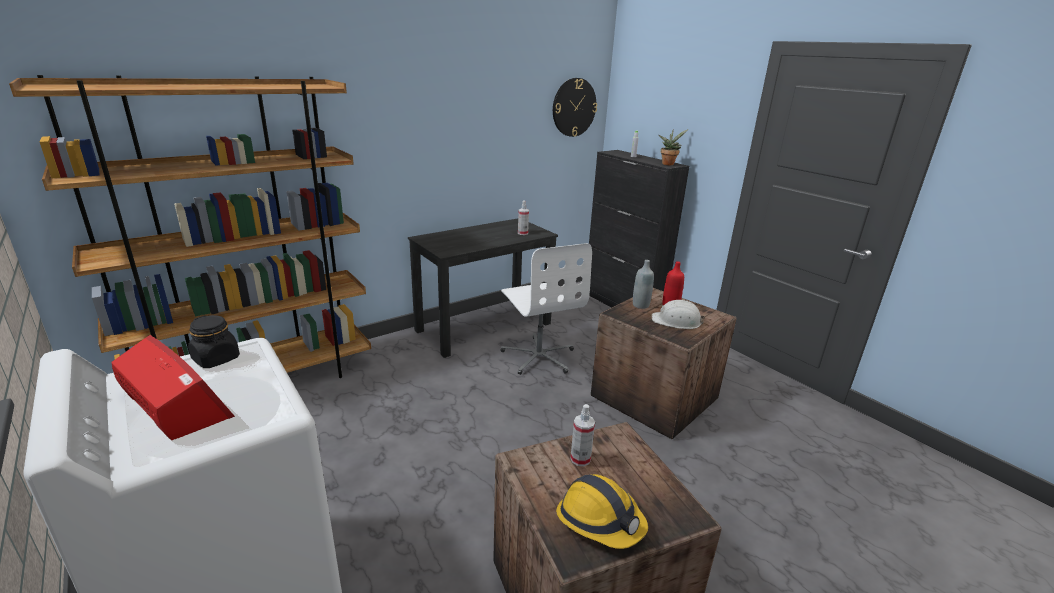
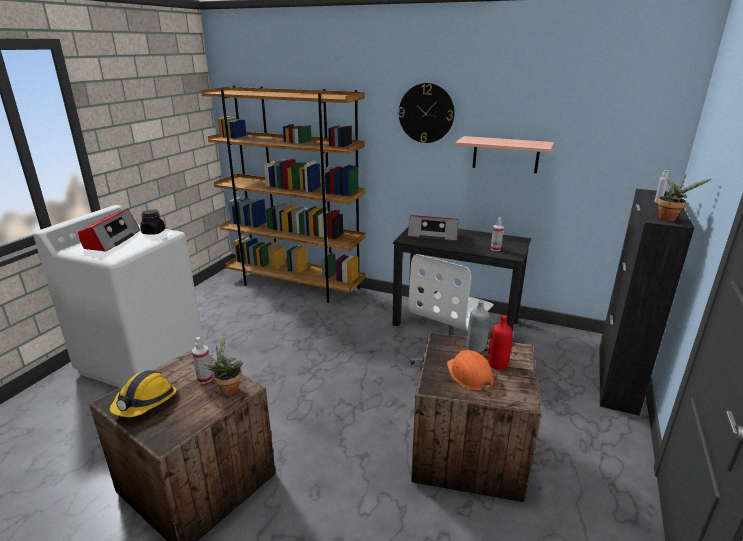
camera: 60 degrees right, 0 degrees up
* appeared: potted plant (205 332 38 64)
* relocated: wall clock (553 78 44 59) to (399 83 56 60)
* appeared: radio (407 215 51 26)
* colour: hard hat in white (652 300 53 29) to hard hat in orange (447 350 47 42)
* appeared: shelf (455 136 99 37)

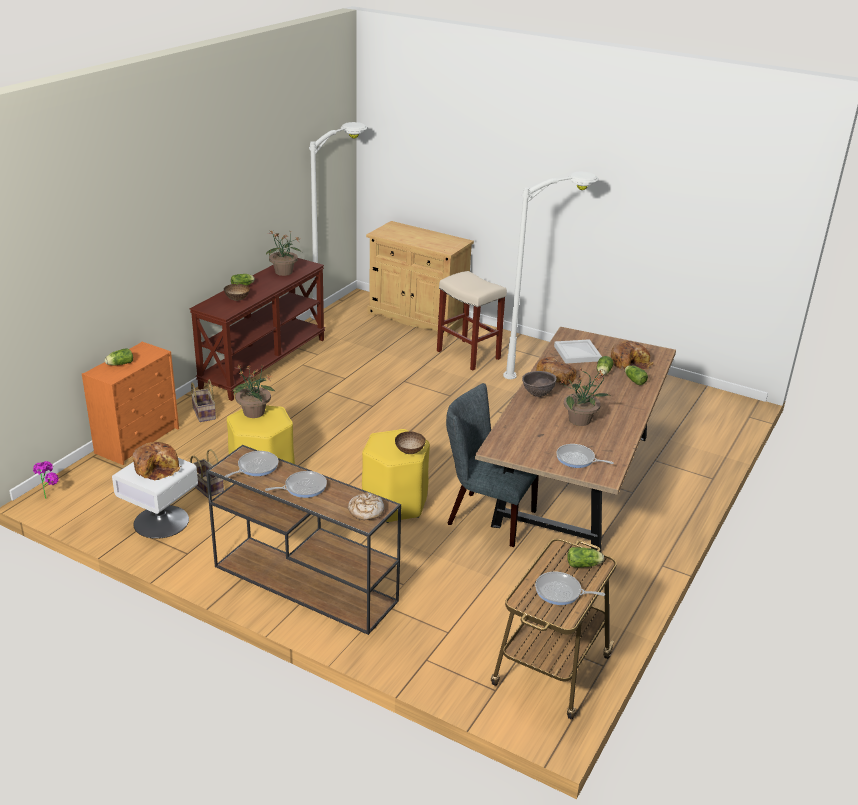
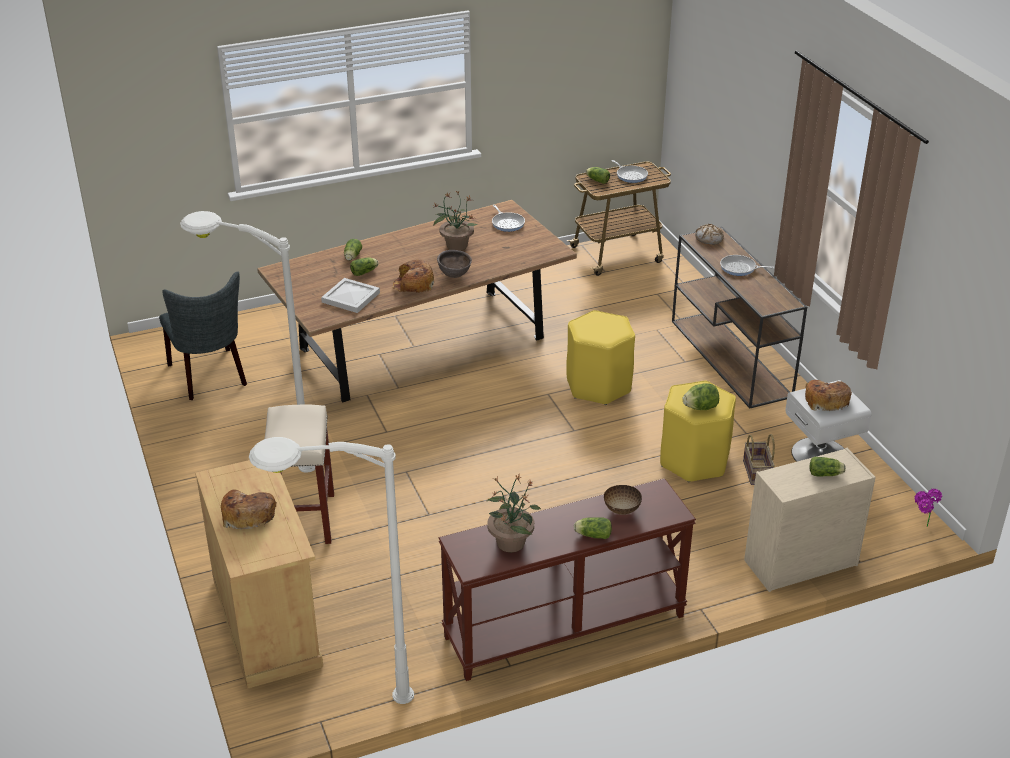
camera: 140 degrees left, 5 degrees up
* relocated: chair in grey (446 383 93 164) to (159 271 88 129)
* relocated: bread (611 341 43 29) to (221 489 56 41)
* exchanged: potted plant (233 365 43 53) to lettuce (683 383 36 27)
* colour: dresser in orange (82 342 97 123) to dresser in beige (744 448 132 144)
* missing: basket (191 380 25 42)
* missing: frying pan (225 451 53 27)
* missing: bowl (395 431 31 23)

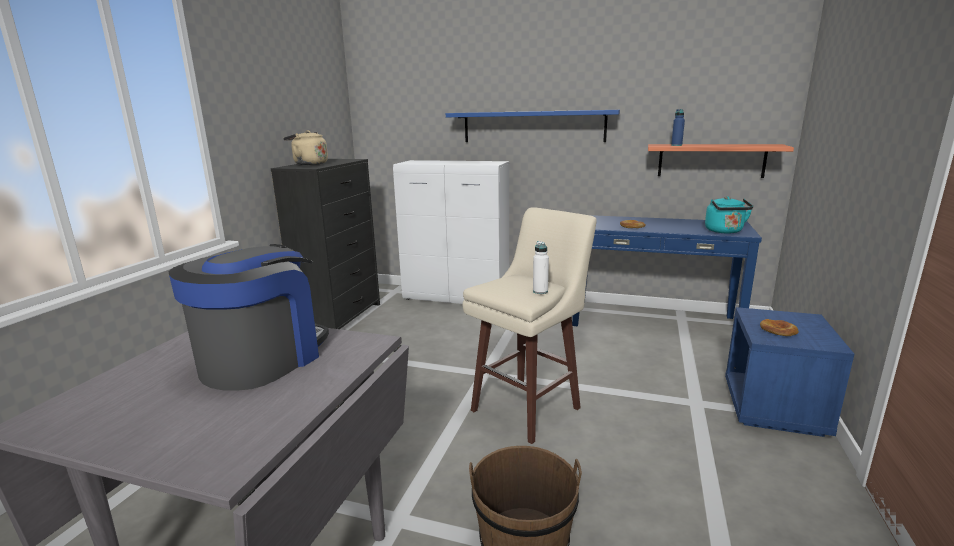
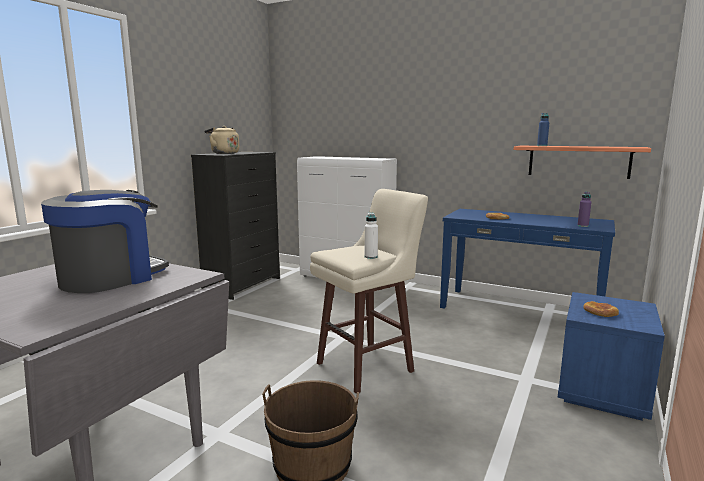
camera: 10 degrees right, 5 degrees down
* exchanged: kettle in turquoise (705 196 48 38) to bottle in purple (577 192 14 35)
* missing: shelf in blue (446 110 174 32)

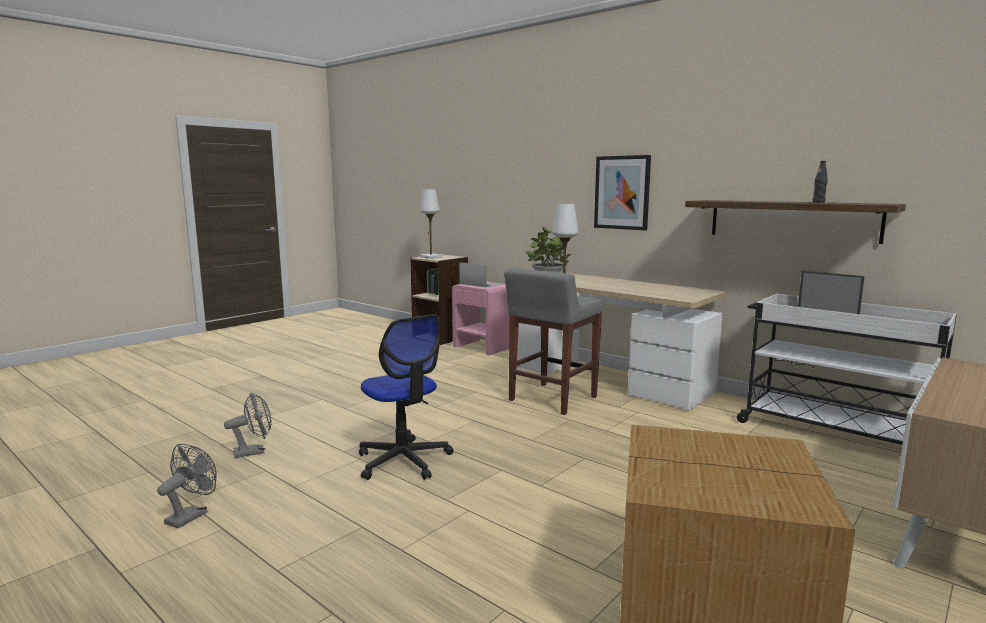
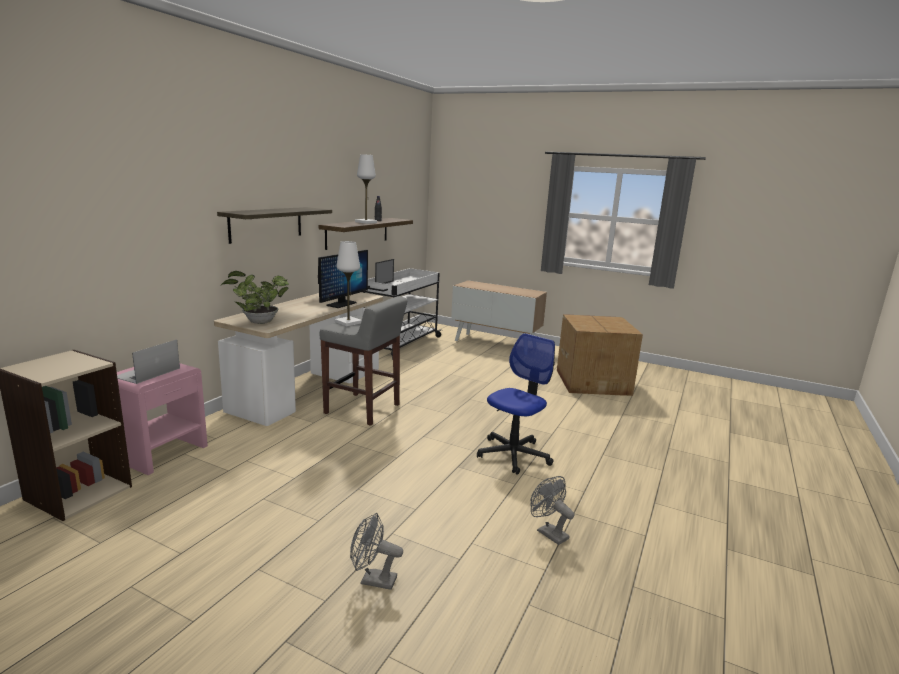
camera: 105 degrees left, 5 degrees up
* exchanged: picture (594 155 57 75) to shelf (217 207 115 37)
* appeared: monitor (318 250 50 58)
* relocated: fan in grey (157 444 60 84) to (350 513 53 77)
* relocated: table lamp in white (420 190 22 69) to (355 154 22 70)

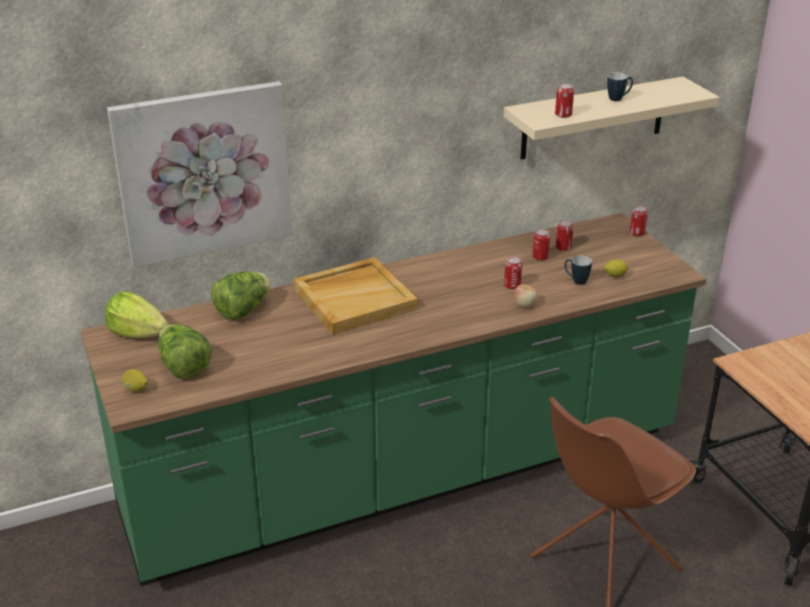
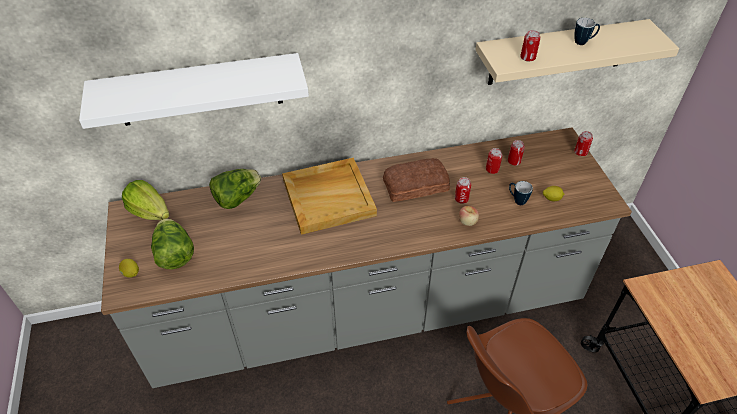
camera: 10 degrees right, 15 degrees up
* exchanged: picture (107 81 185 186) to shelf in white (79 53 230 76)
* colour: counter in green (80 213 626 373) to counter in grey (101 128 531 260)
* appeared: bread (383 158 67 44)

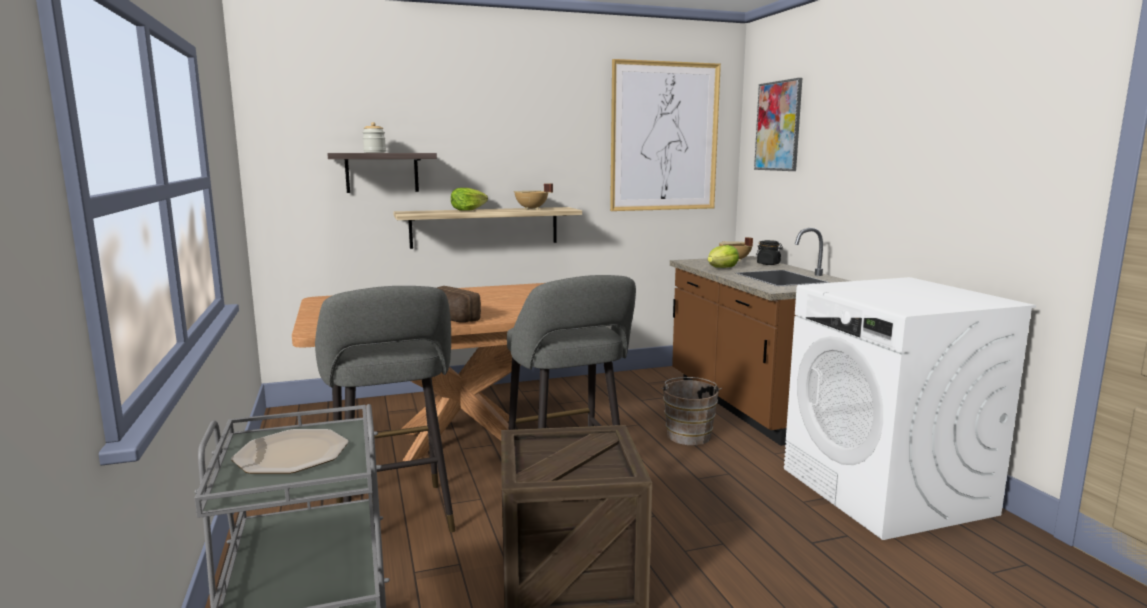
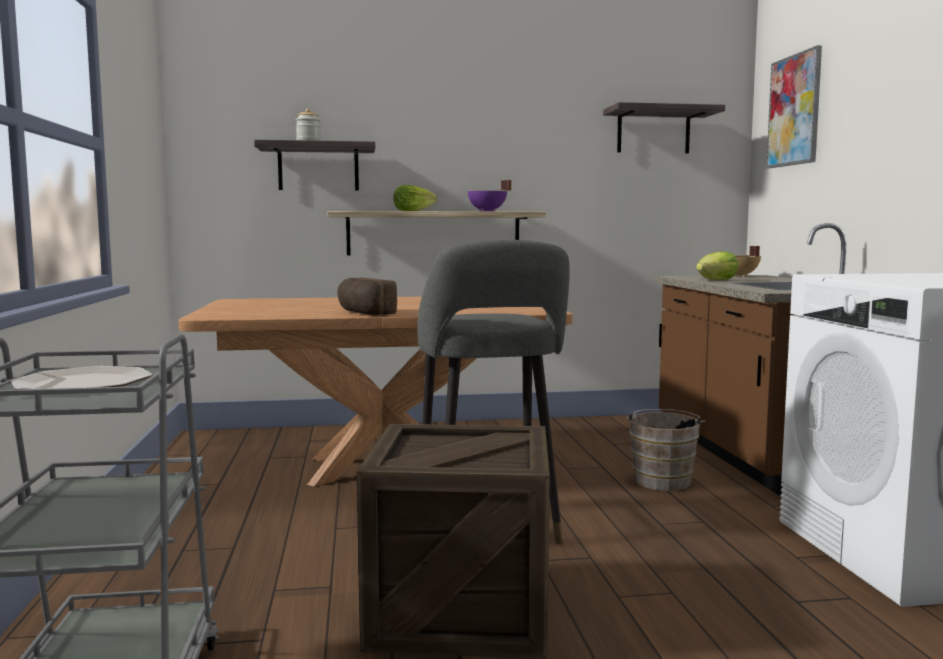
camera: 10 degrees right, 5 degrees down
* colour: cooking pot in beige (514 183 39 27) to cooking pot in purple (467 180 44 32)
* exchanged: picture (610 59 111 152) to shelf (603 102 122 51)
* missing: stool in grey (315 286 140 246)
* missing: jar in black (756 240 27 25)

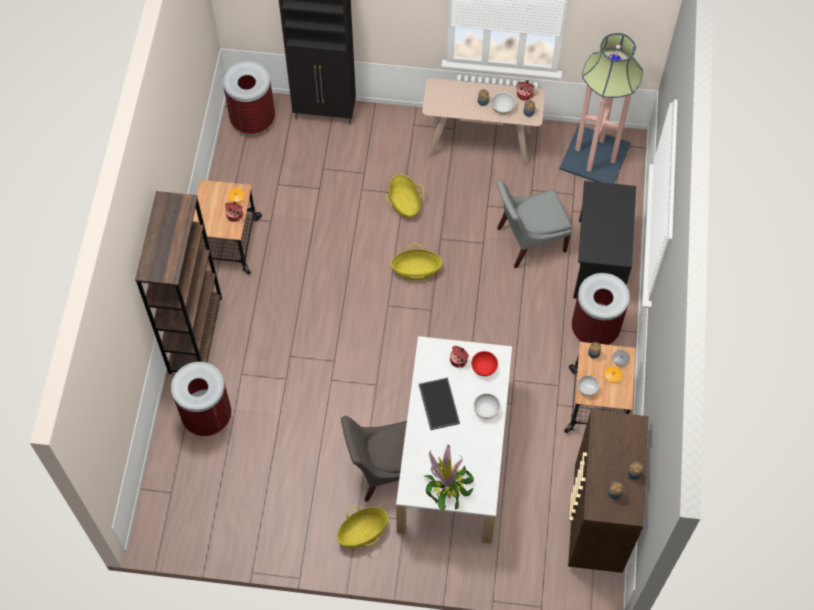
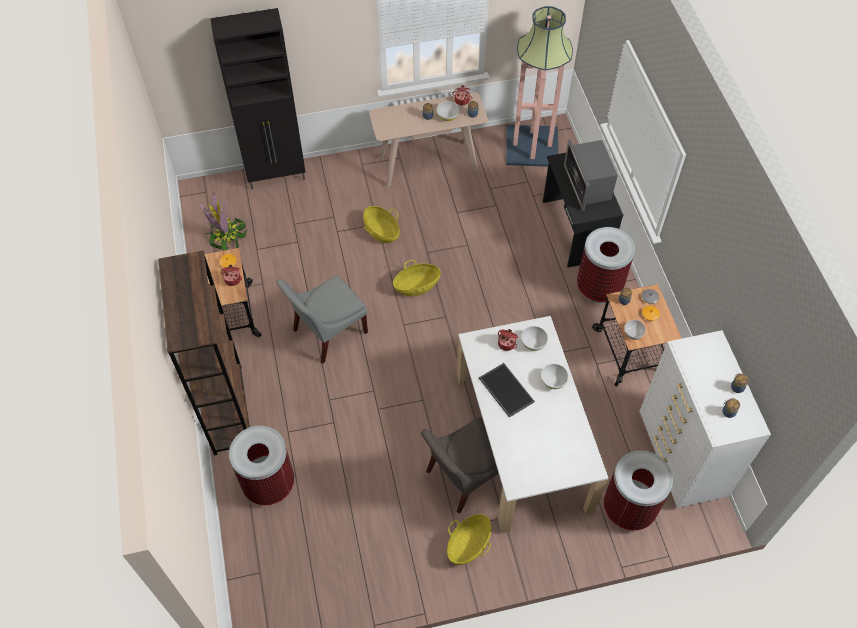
camera: 20 degrees left, 5 degrees down
* relocated: potted plant (425 445 49 66) to (199 193 48 57)
* relocated: chair in grey (497 180 75 88) to (276 275 92 89)
* colour: bowl in red (471 351 27 25) to bowl in white (521 326 27 25)
* appeared: microwave (564 139 54 72)
* relocated: trash can (223 61 52 74) to (604 450 69 81)
* colour: dresser in brown (568 410 80 163) to dresser in white (639 330 132 178)

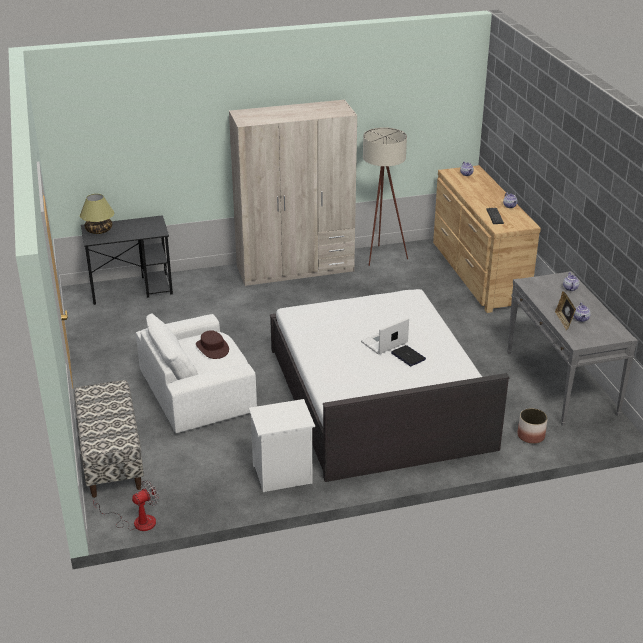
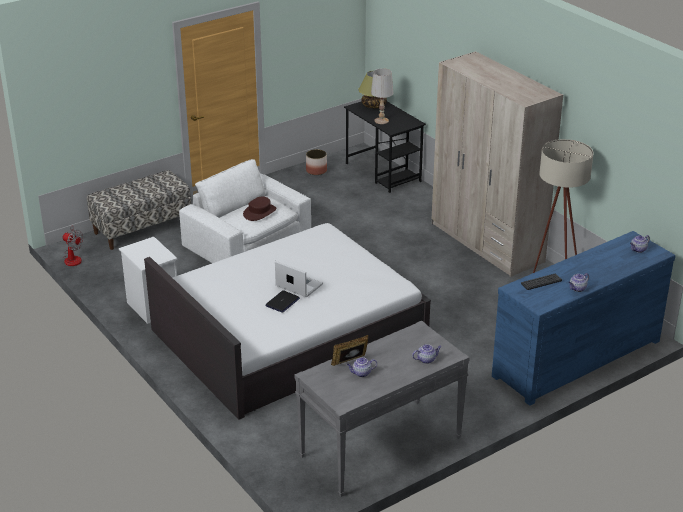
camera: 70 degrees right, 0 degrees up
* relocated: planter (517 408 31 36) to (306 149 21 26)
* appeared: table lamp in white (371 68 22 56)
* colour: dresser in brown (433 165 108 148) to dresser in blue (492 231 183 175)

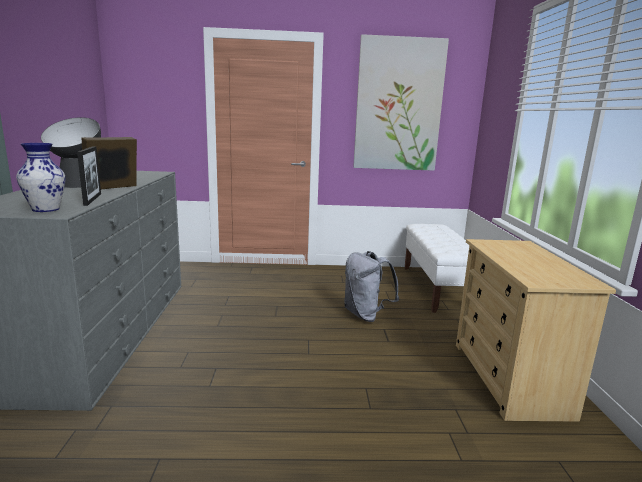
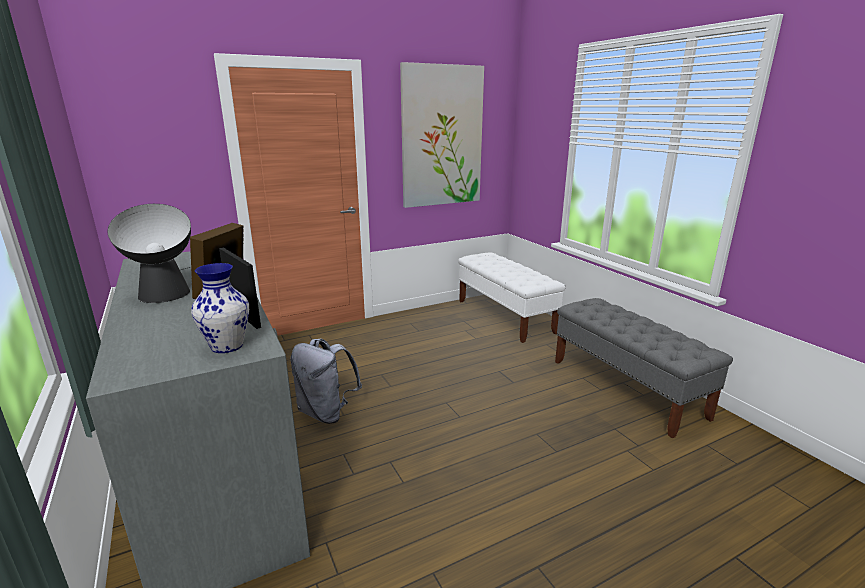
camera: 25 degrees left, 5 degrees up
* relocated: backpack in grey (344 251 55 71) to (291 338 71 86)
* exchanged: dresser in beige (456 239 160 183) to bench in grey (555 298 178 140)

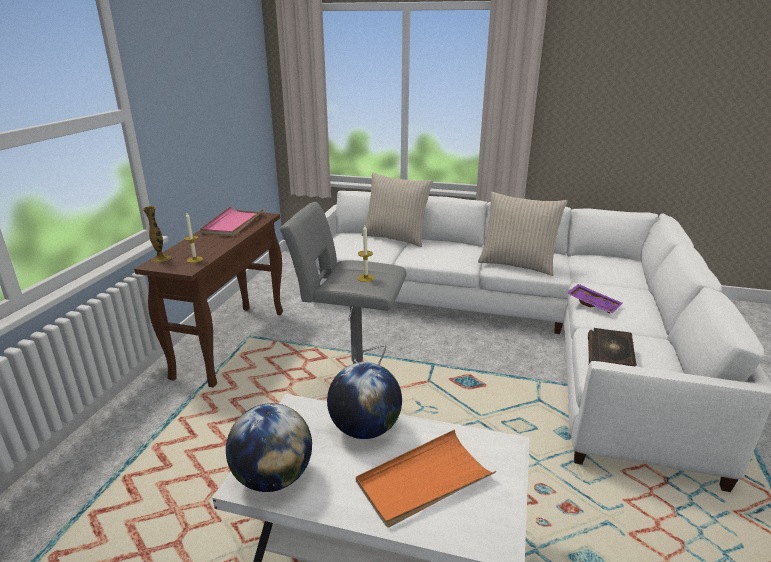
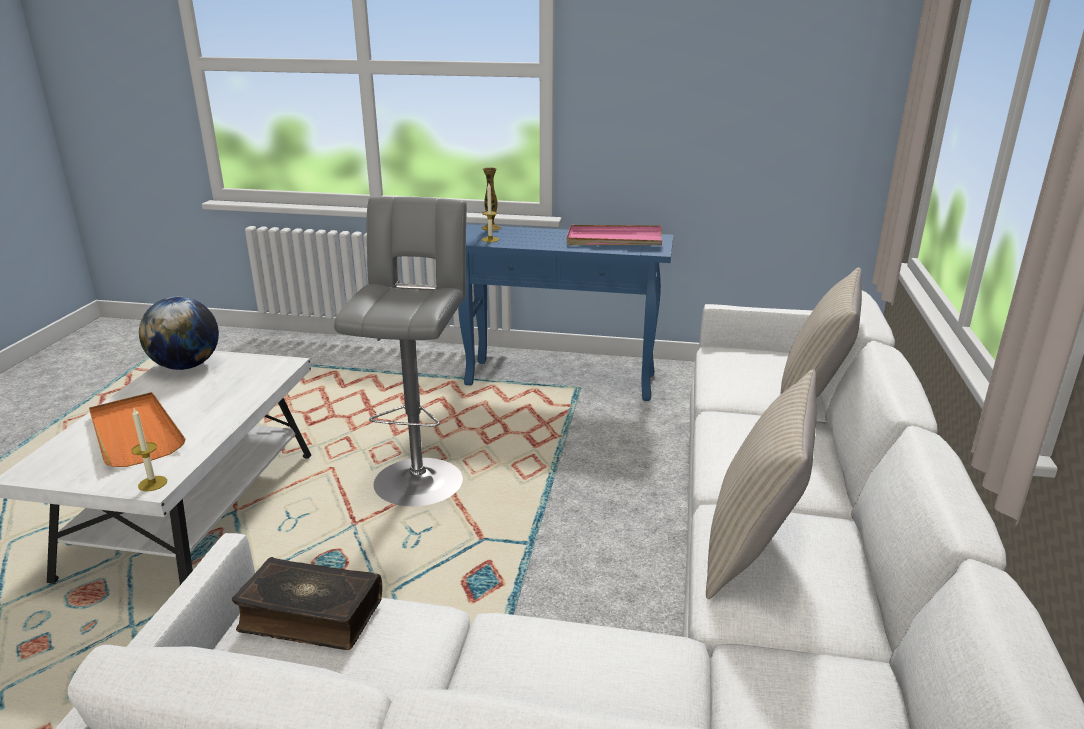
camera: 85 degrees right, 0 degrees up
* relocated: candle (357 226 18 56) to (131 408 36 83)
* colour: console table in brown (134 210 149 178) to console table in blue (458 224 215 177)
* missing: globe (327 362 75 77)
* missing: tray in purple (567 284 56 30)

